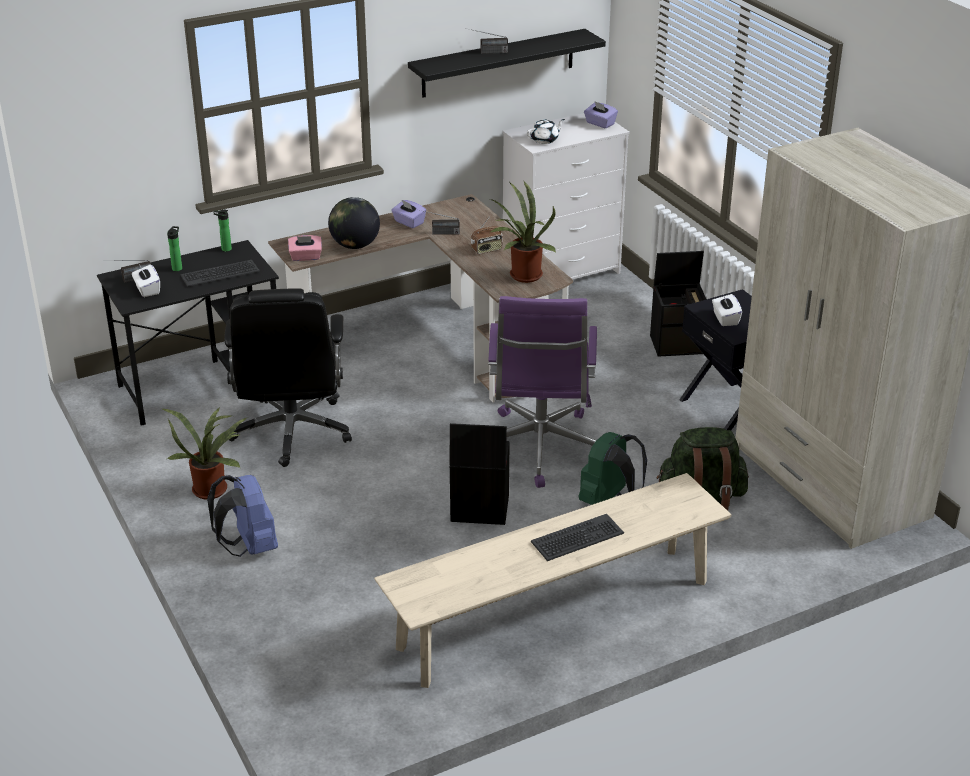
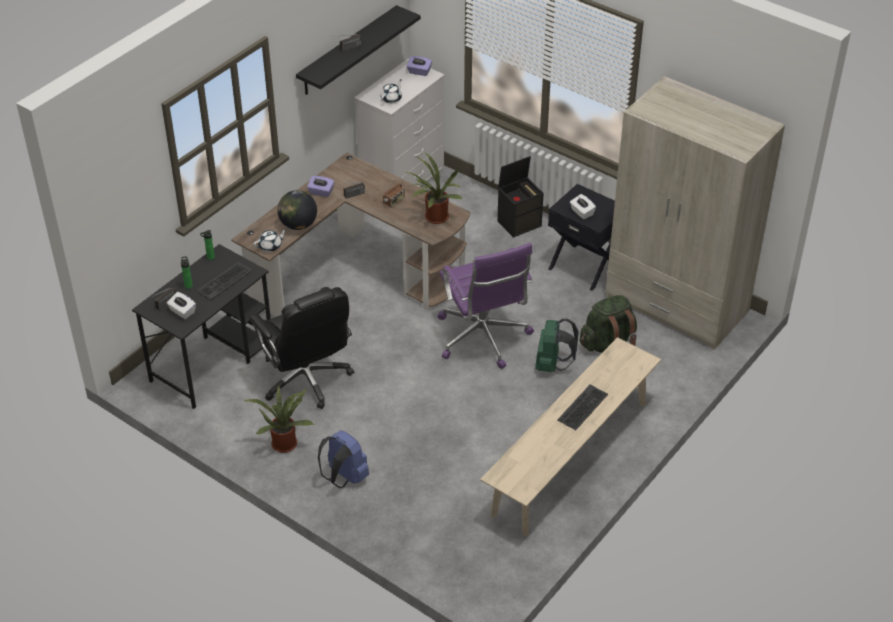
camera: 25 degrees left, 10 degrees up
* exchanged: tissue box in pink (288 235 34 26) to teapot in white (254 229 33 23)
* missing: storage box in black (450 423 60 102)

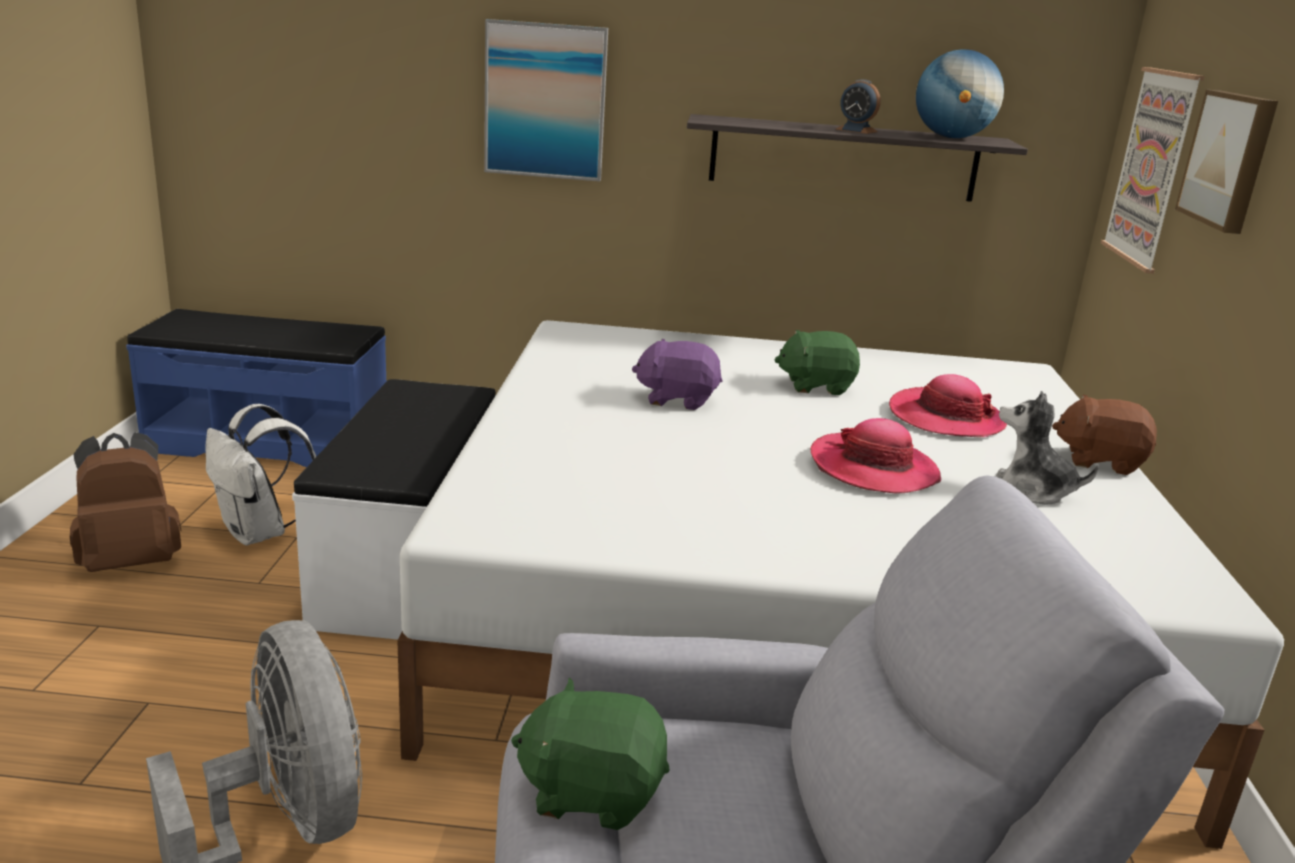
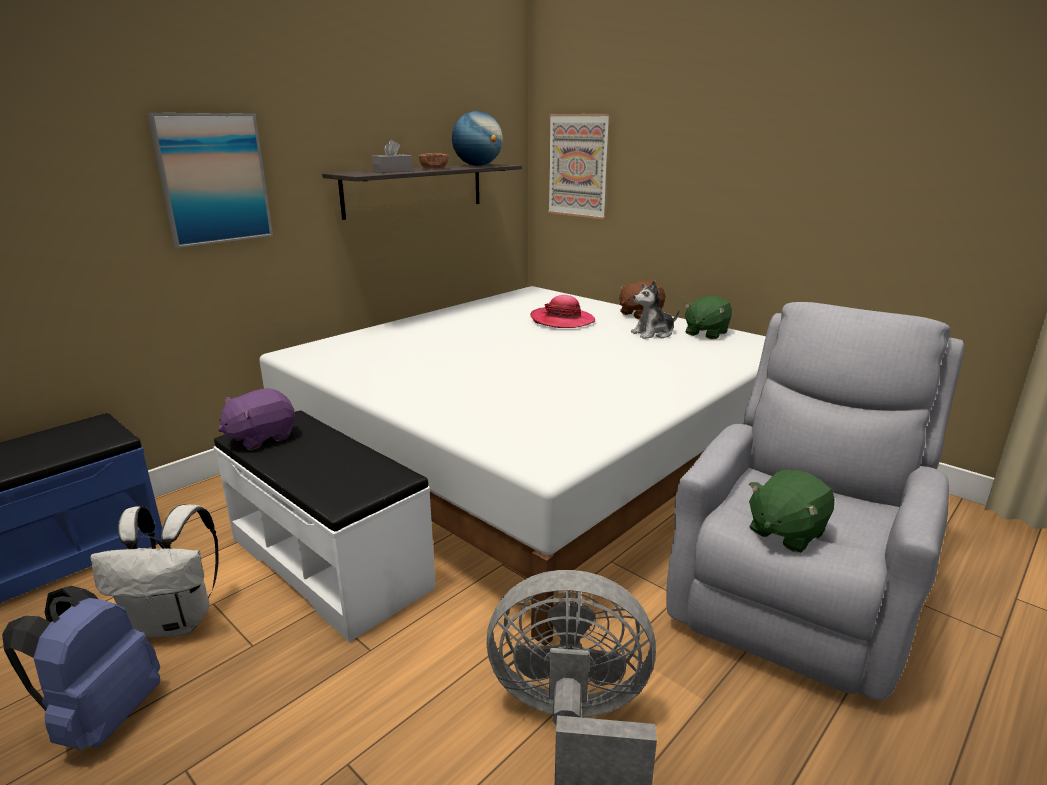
camera: 50 degrees left, 0 degrees up
* colour: backpack in brown (70 432 111 140) to backpack in blue (2 586 158 164)
* relocated: plush toy in purple (632 339 90 71) to (218 388 77 62)
* appeared: tissue box in grey (372 140 40 33)
* exchanged: alarm clock (835 79 46 55) to bowl in brown (419 153 30 16)
* relocated: plush toy in green (775 330 85 65) to (684 296 48 43)
* missing: hat (811 418 131 76)
* missing: picture (1175 90 103 144)

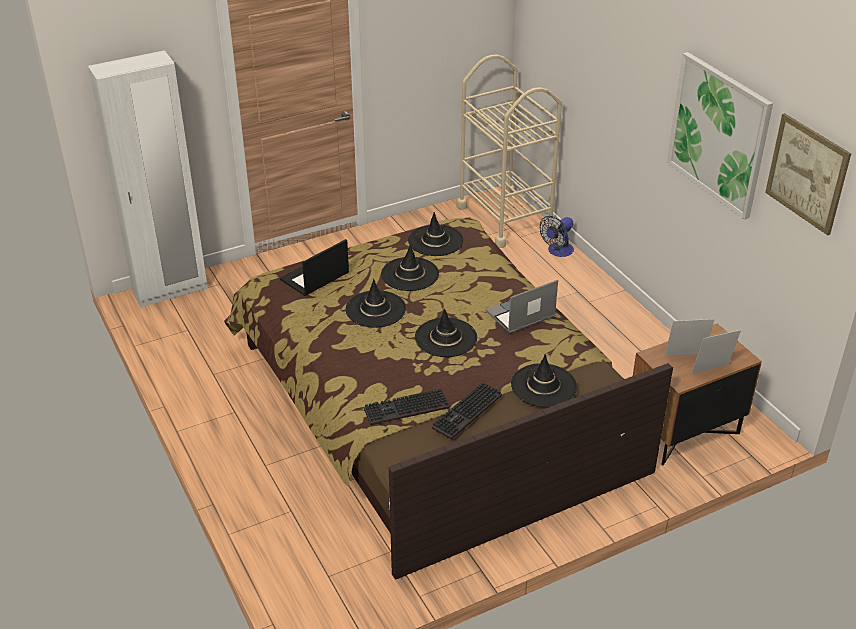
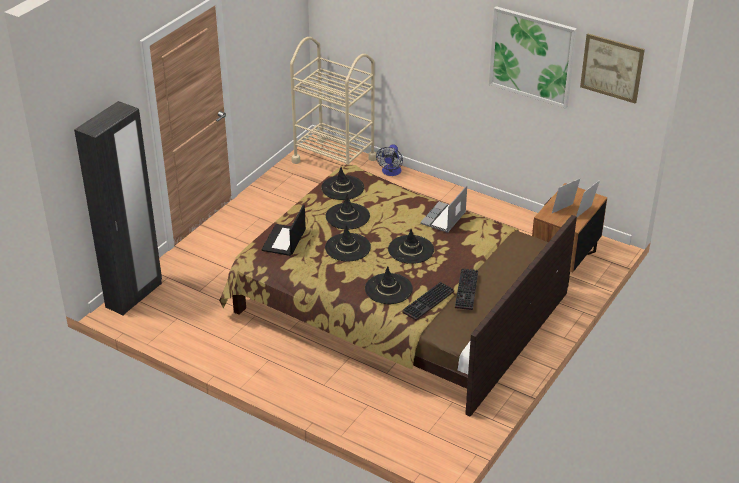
camera: 30 degrees left, 0 degrees up
* colour: wardrobe in white (88 50 120 258) to wardrobe in black (74 101 88 215)
* relocated: hat in black (511 354 66 53) to (365 266 48 38)

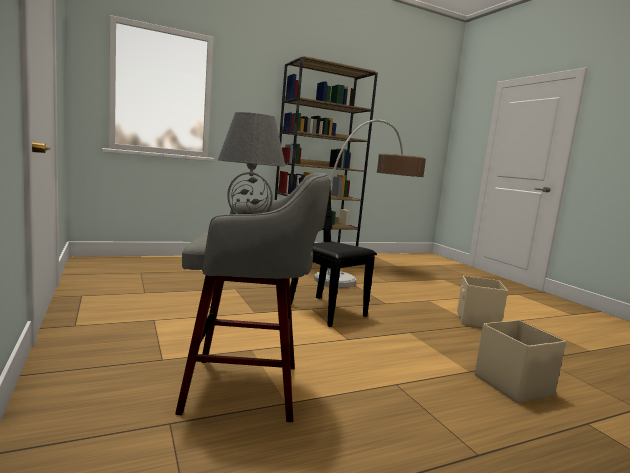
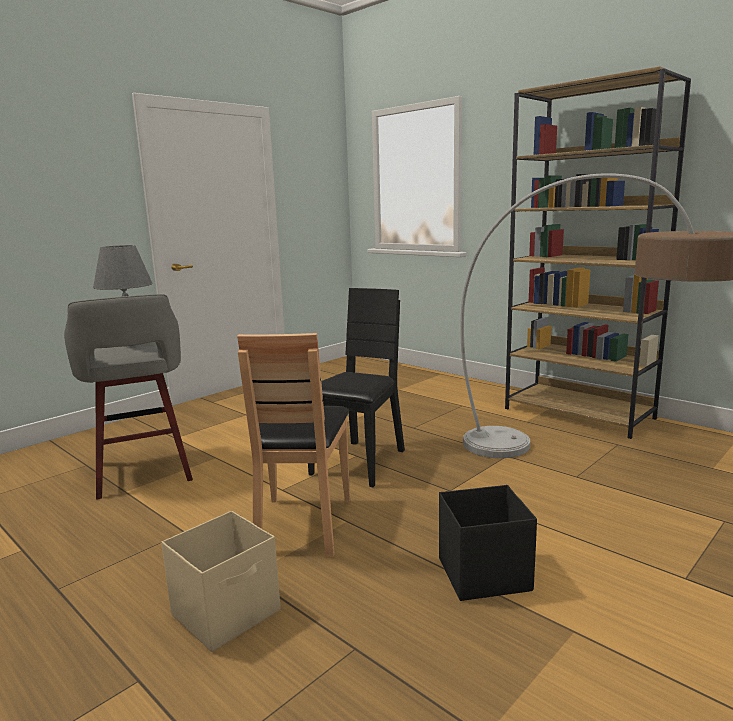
camera: 70 degrees right, 5 degrees up
* appeared: chair in brown (237 333 113 225)
* colour: storage box in beige (457 275 51 53) to storage box in black (439 485 98 116)

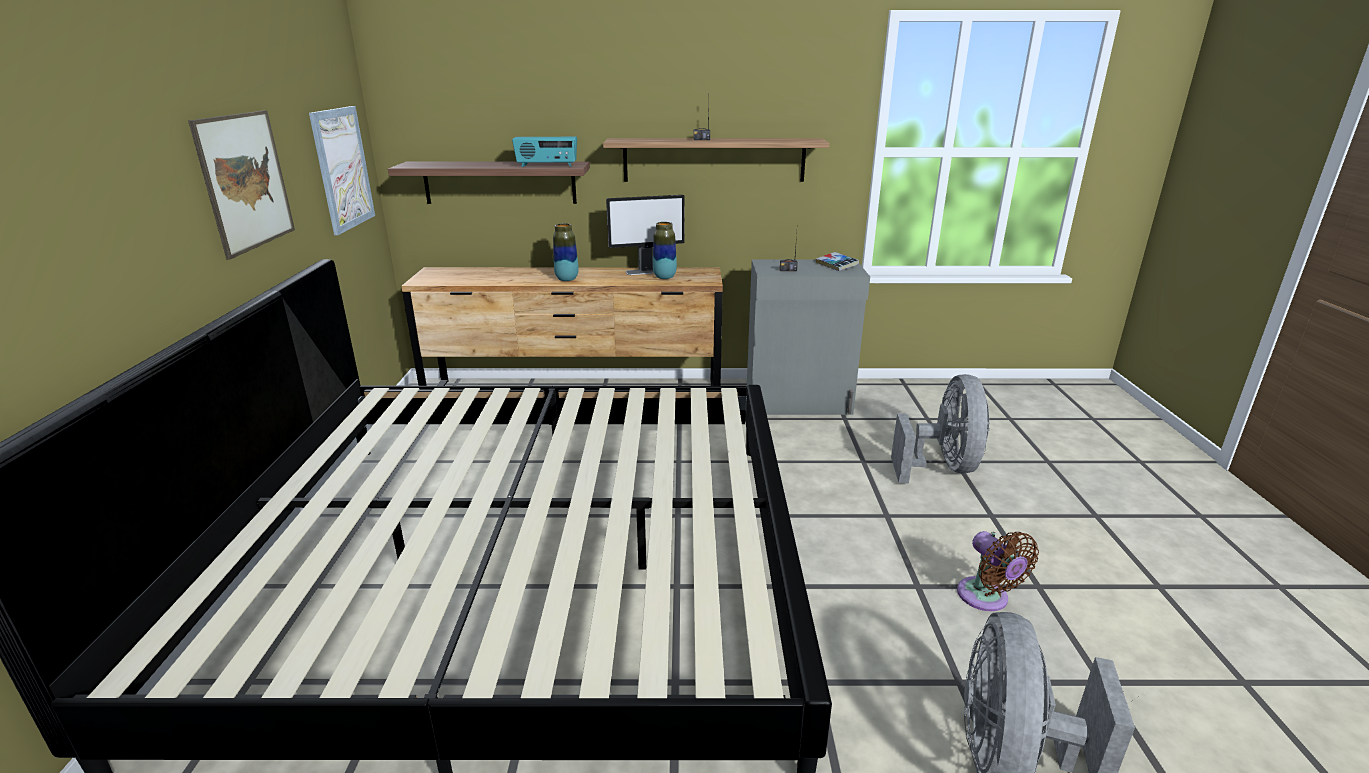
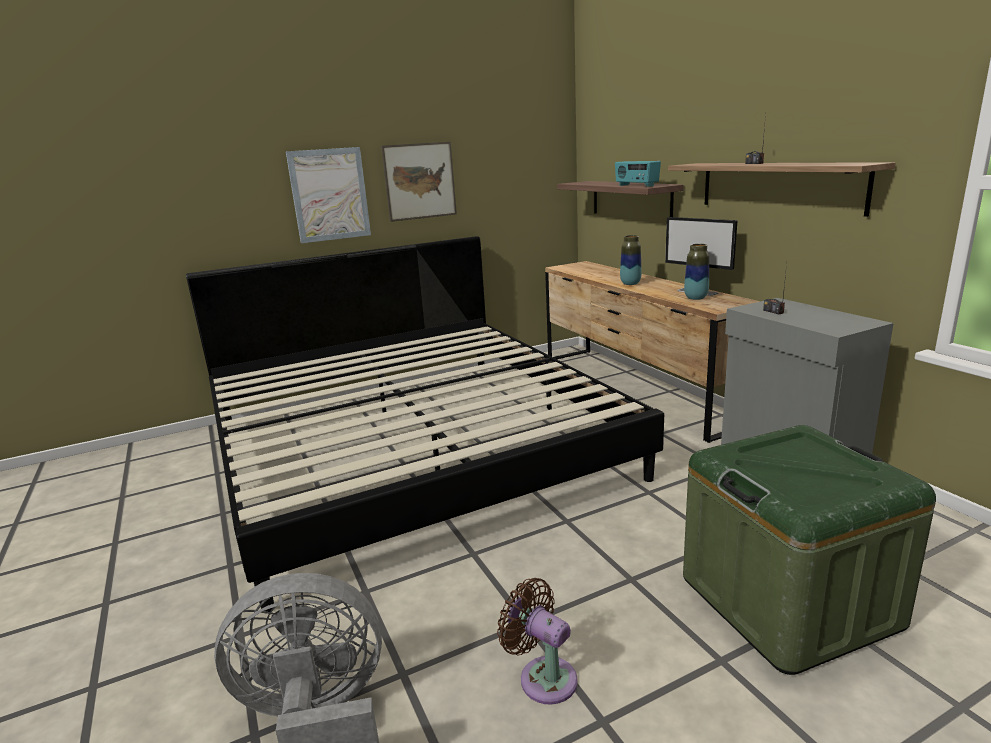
camera: 65 degrees right, 5 degrees down
* relocated: picture (309 106 66 129) to (286 147 85 96)
* spun: fan in brown (957 531 82 80) = (497 578 81 127) 90 degrees clockwise
* exchanged: fan in grey (891 374 99 110) to storage box in green (683 425 253 250)
* missing: book (816 252 43 19)

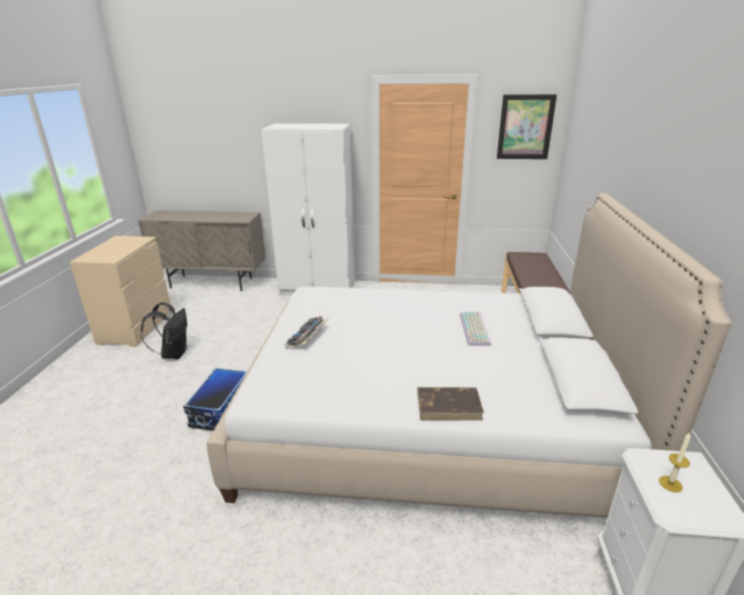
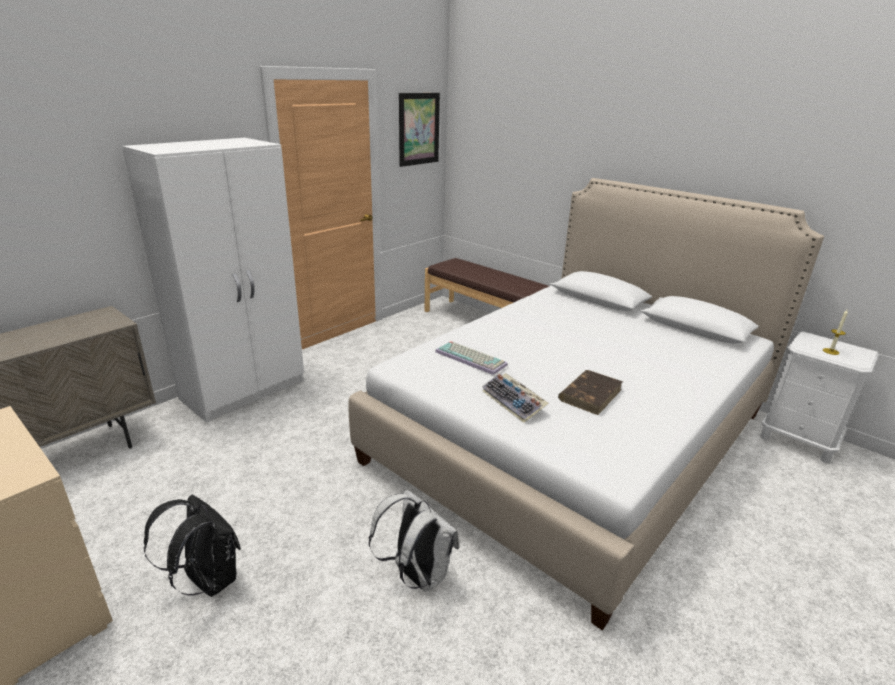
camera: 55 degrees left, 0 degrees up
* exchanged: storage box (183 368 64 63) to backpack in white (369 490 90 102)
* relocated: keyboard (460 312 31 34) to (435 341 73 34)
* relocated: book in brown (417 387 67 33) to (558 370 65 45)

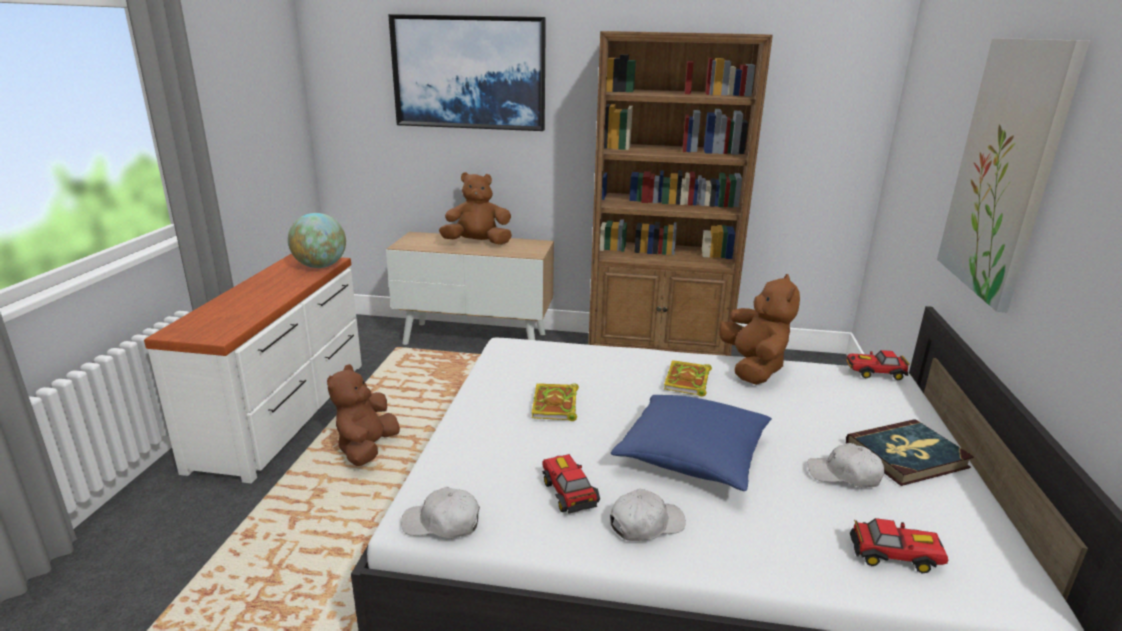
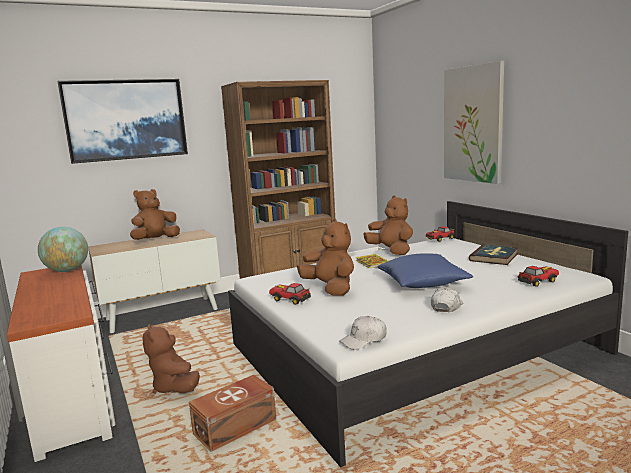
camera: 35 degrees left, 10 degrees down
* appeared: storage box in brown (189 375 87 77)
* relocated: toy car (542 454 58 60) to (269 283 42 22)
* exchanged: book (531 383 48 38) to plush toy in brown (297 219 57 76)
* missing: cap in white (808 443 77 45)

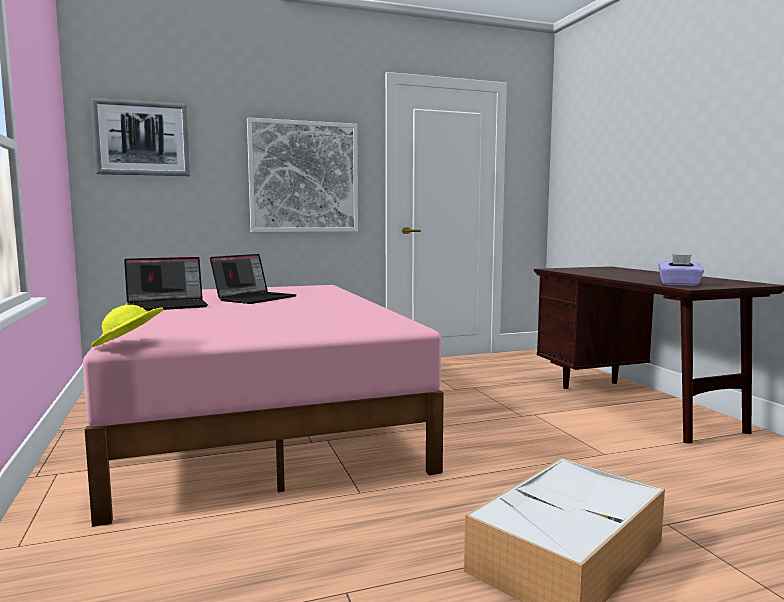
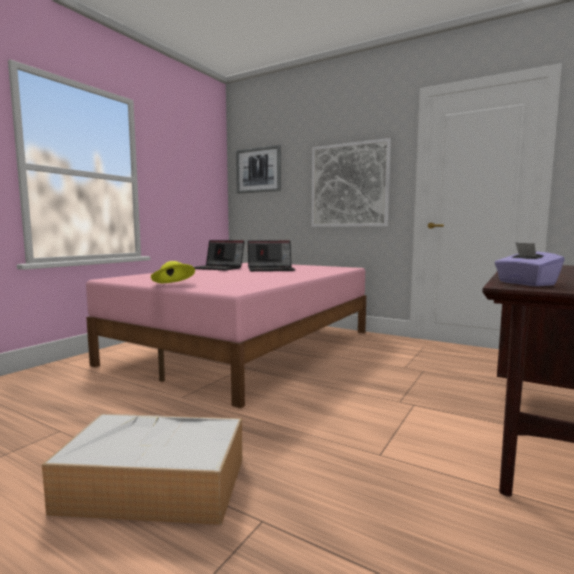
camera: 50 degrees right, 0 degrees up
* relocated: hat in yellow (91 305 72 42) to (151 261 44 22)

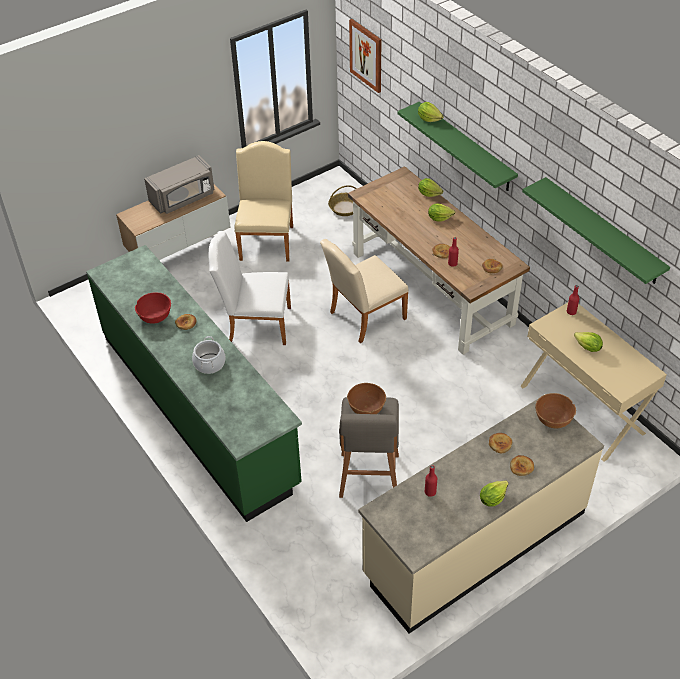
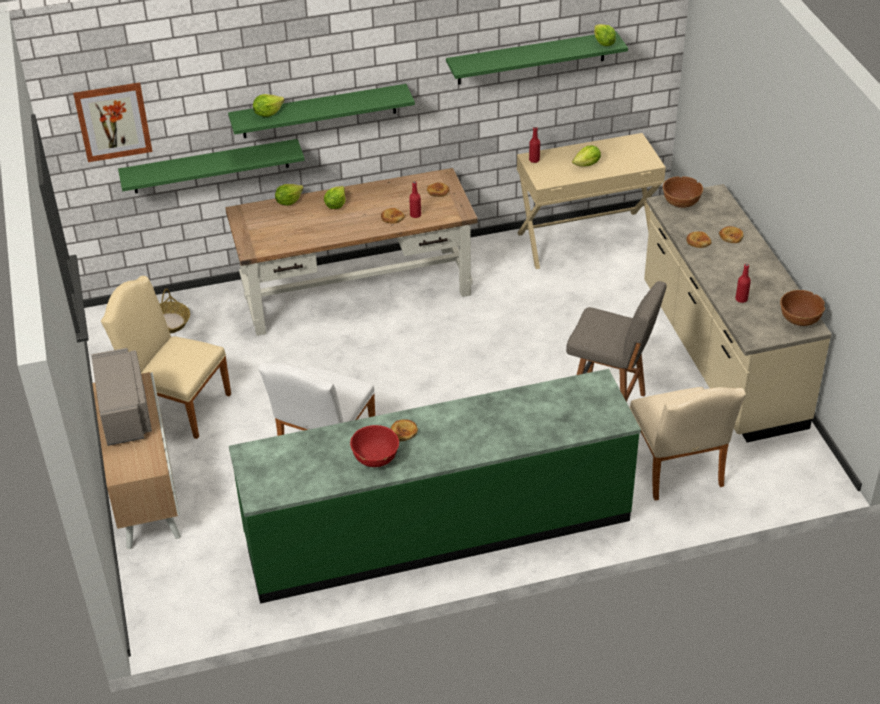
camera: 70 degrees left, 5 degrees down
* appeared: shelf in green (118 139 187 55)
* relocated: lettuce (480 480 29 27) to (594 24 22 22)
* relocated: chair in beige (320 239 89 104) to (629 387 117 114)
* relocated: bowl in brown (347 383 39 31) to (780 290 45 36)
* missing: cooking pot (192 336 34 38)

